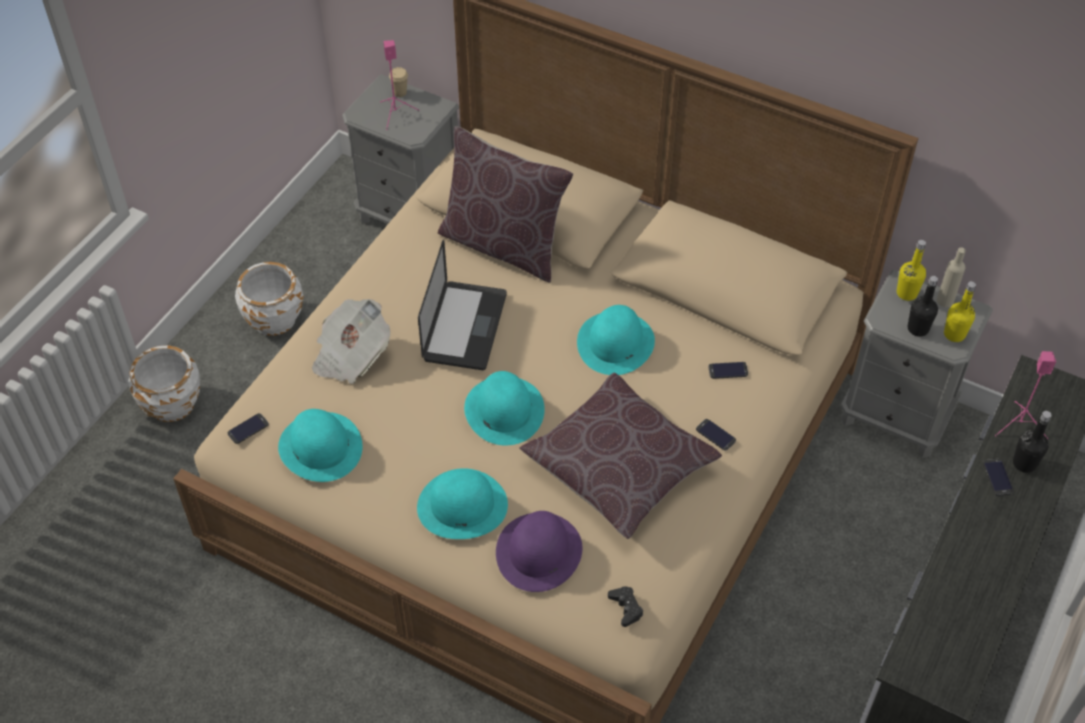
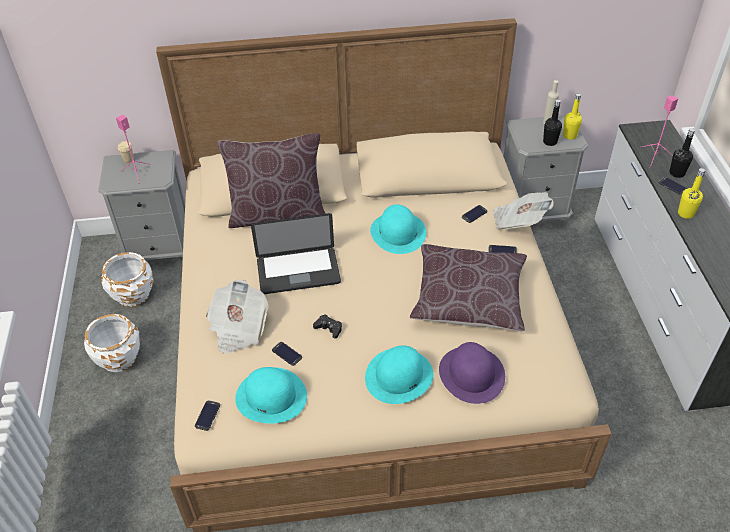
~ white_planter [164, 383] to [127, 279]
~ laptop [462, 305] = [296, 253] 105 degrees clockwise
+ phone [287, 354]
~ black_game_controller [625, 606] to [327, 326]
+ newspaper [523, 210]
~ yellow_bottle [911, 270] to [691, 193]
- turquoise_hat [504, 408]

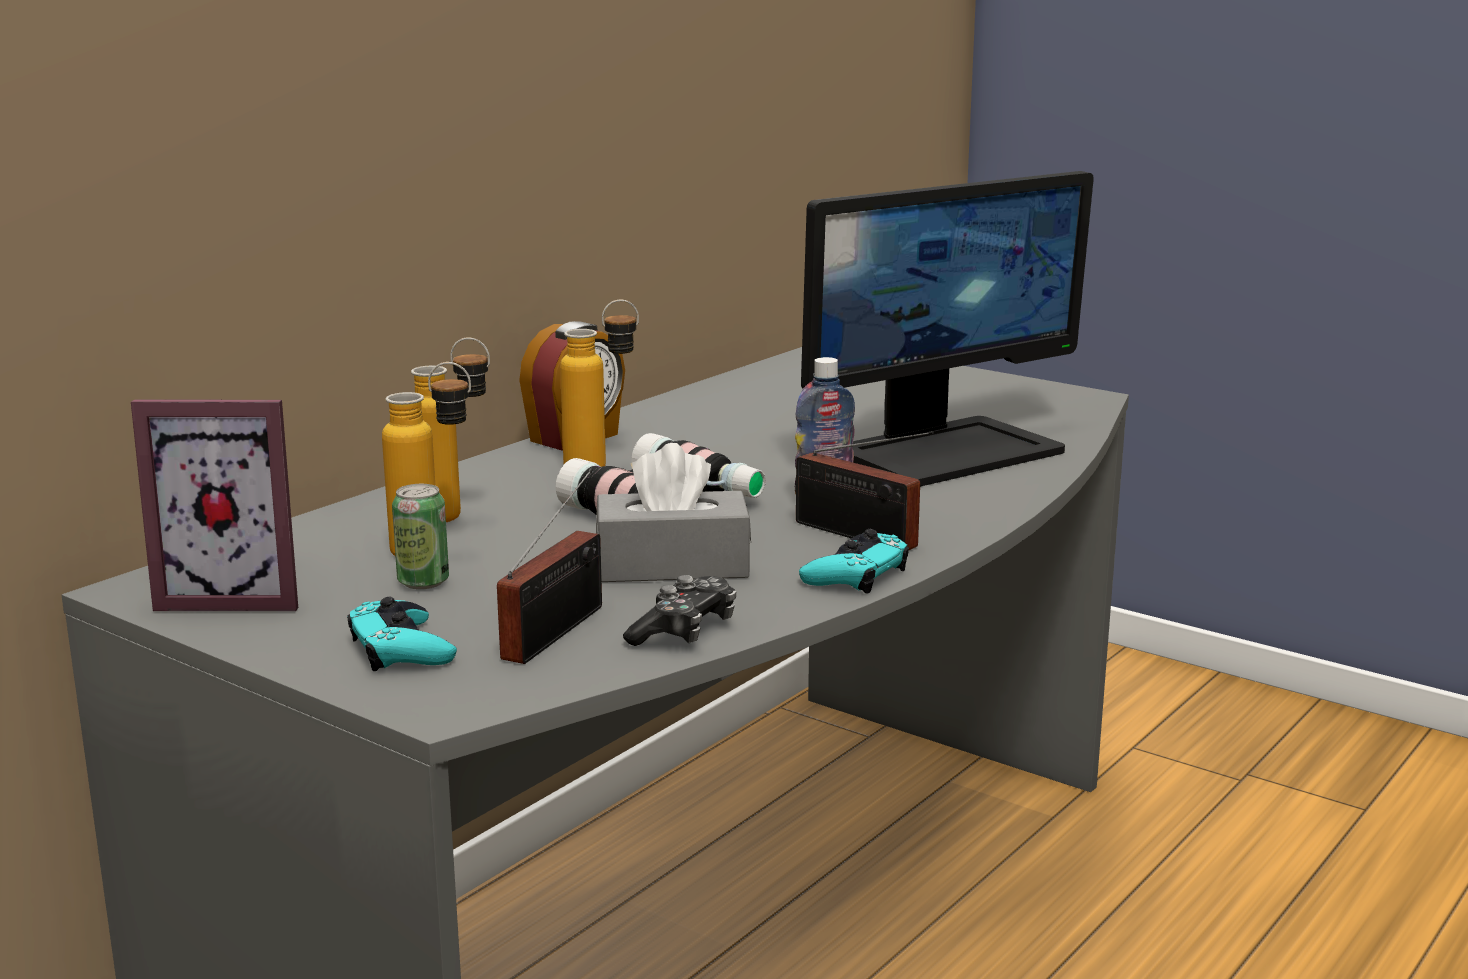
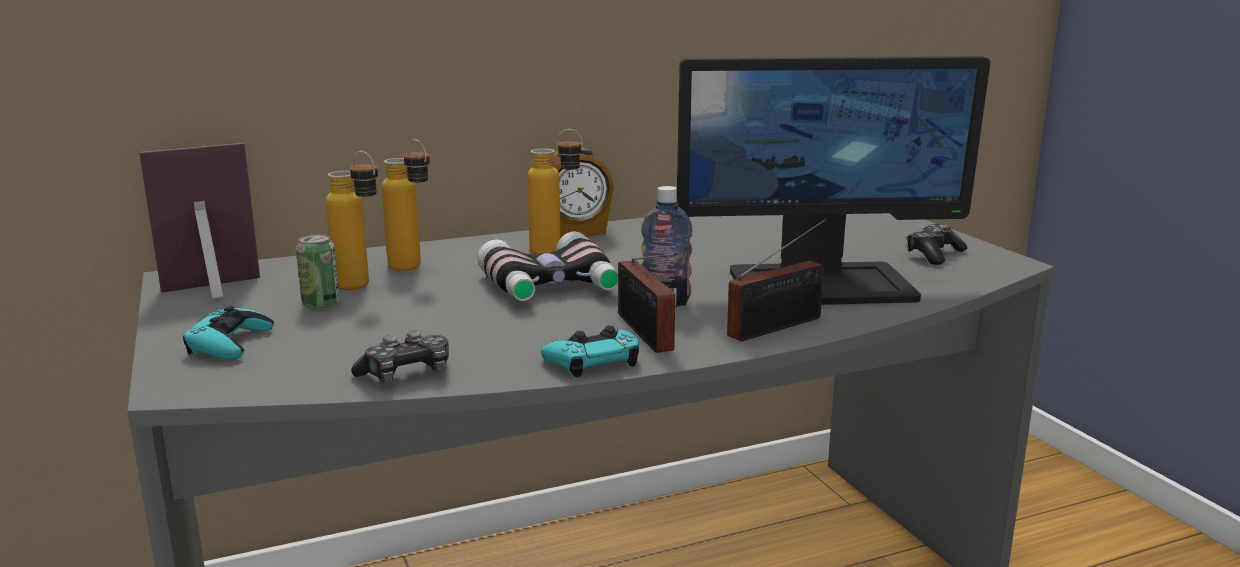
~ picture_frame [214, 505] = [199, 221] 120 degrees clockwise
~ radio [549, 566] to [777, 279]
+ game_controller [937, 244]
- grey_tissue_box [673, 512]

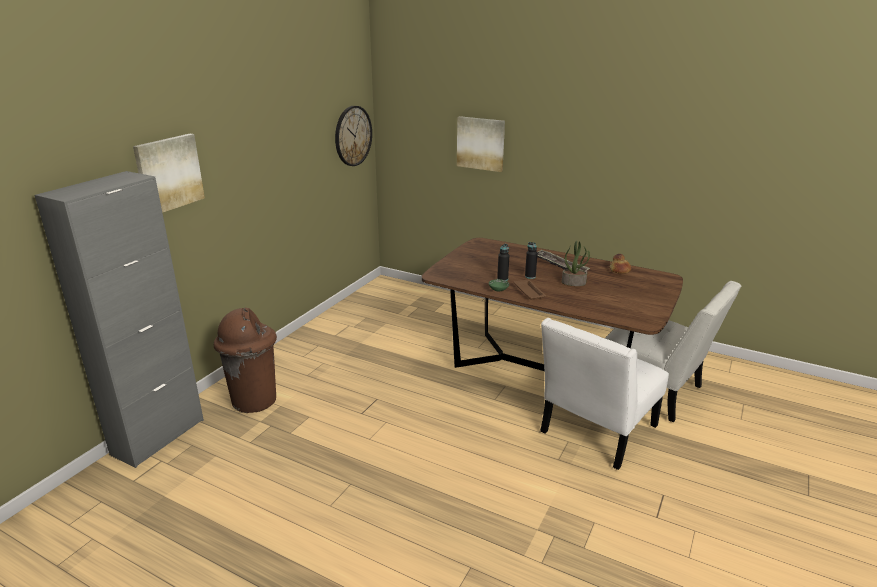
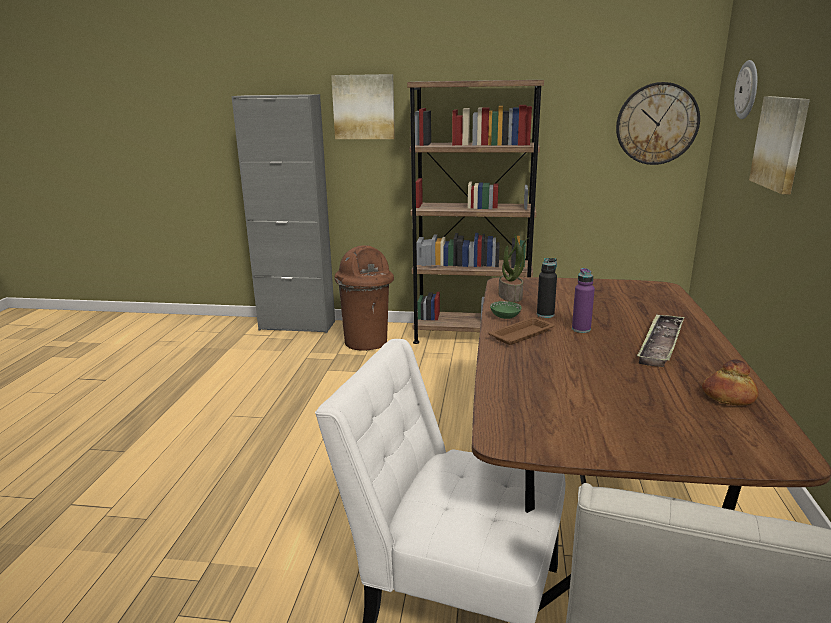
+ brown_bookcase [475, 212]
~ potted_plant [576, 263] to [514, 267]
~ black_bottle [531, 260] to purple_bottle [583, 300]
+ wall_clock [745, 89]

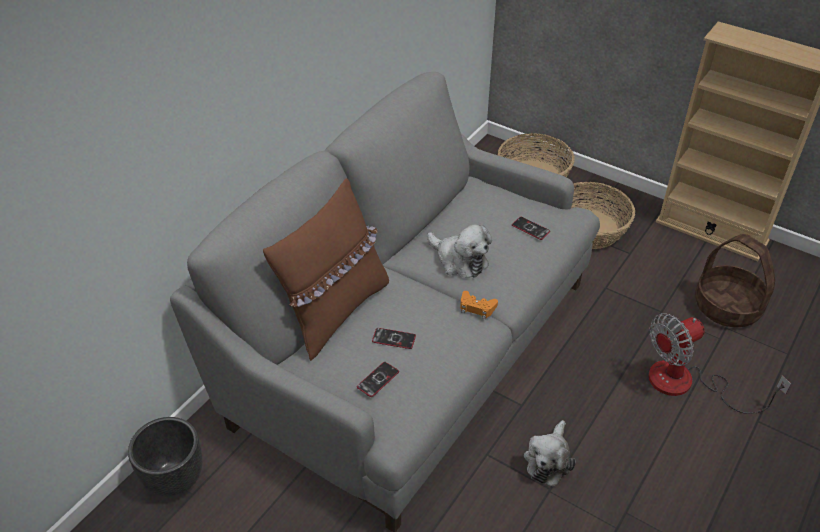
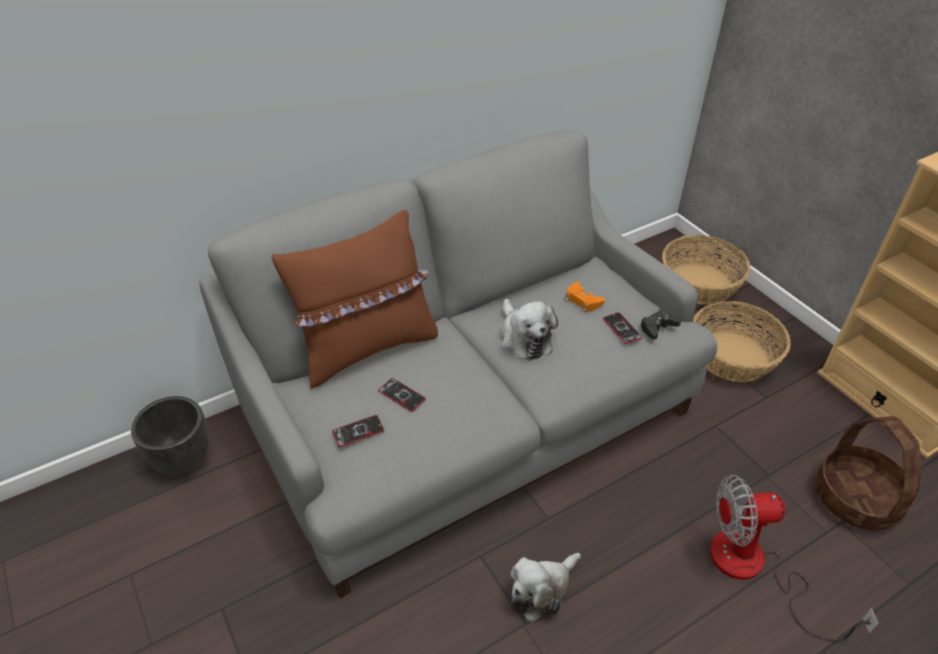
~ orange_game_controller [479, 305] to [585, 297]
+ black_game_controller [660, 324]

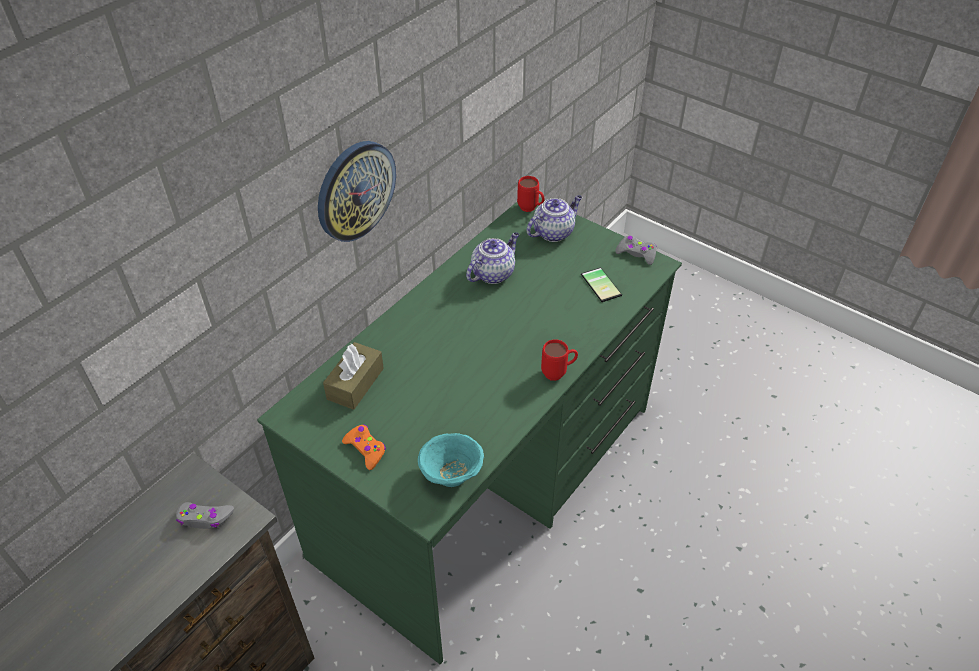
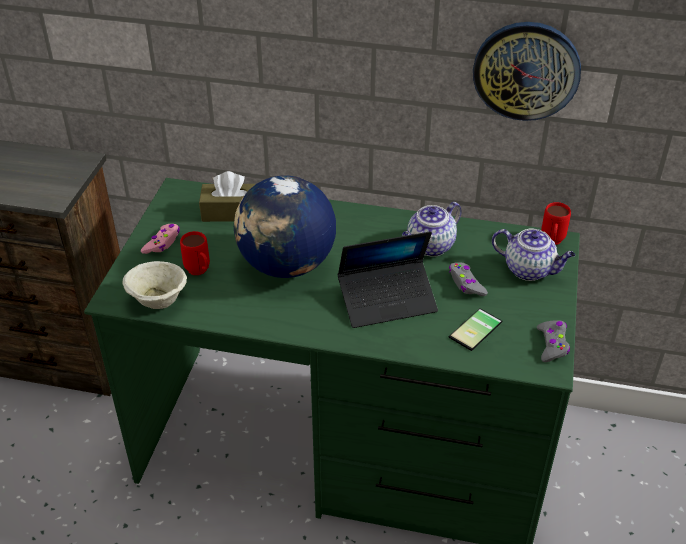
~ turquoise_bowl [451, 460] to beige_bowl [154, 285]
~ orange_game_controller [364, 447] to pink_game_controller [160, 239]
~ red_mug [559, 360] to [195, 253]
+ globe [285, 226]
+ laptop [388, 279]
~ teapot [492, 258] = [432, 229] 120 degrees clockwise
~ grey_game_controller [205, 515] to [468, 279]
~ wall_clock [357, 191] to [527, 71]

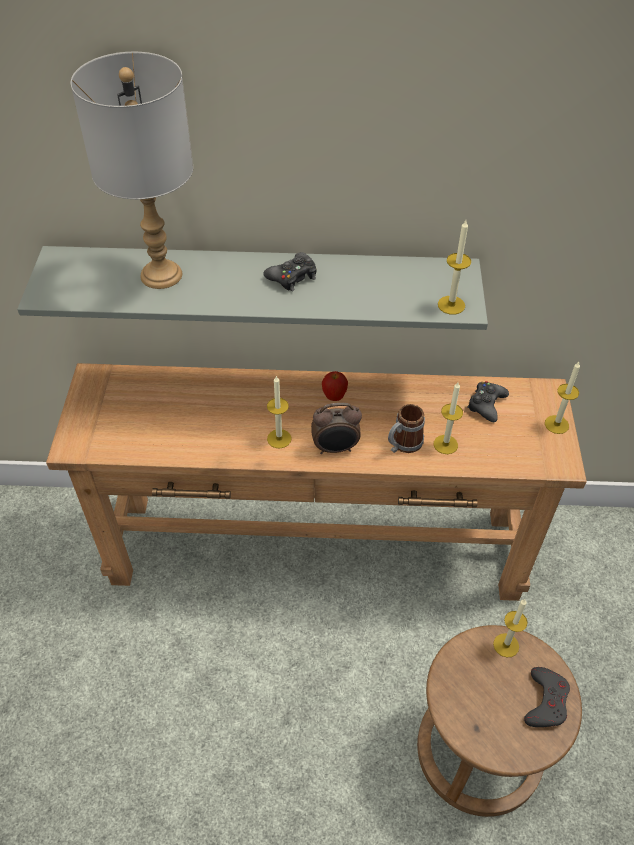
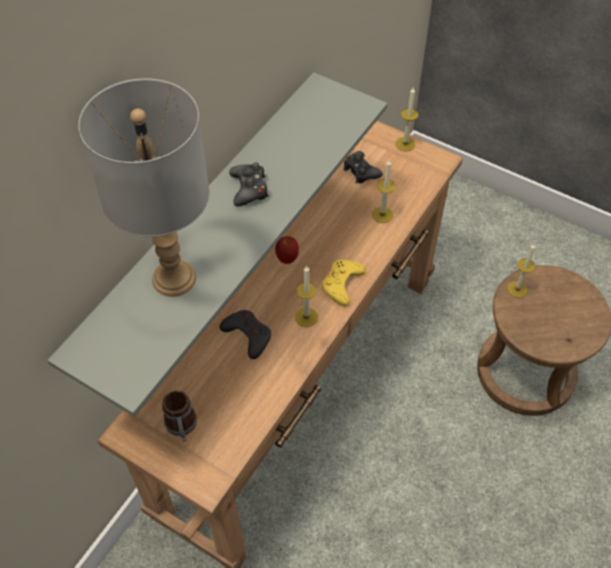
~ mug [406, 428] to [179, 416]
~ grey_game_controller [547, 697] to [245, 334]
~ alarm_clock [336, 428] to yellow_game_controller [344, 282]
- candle [454, 267]

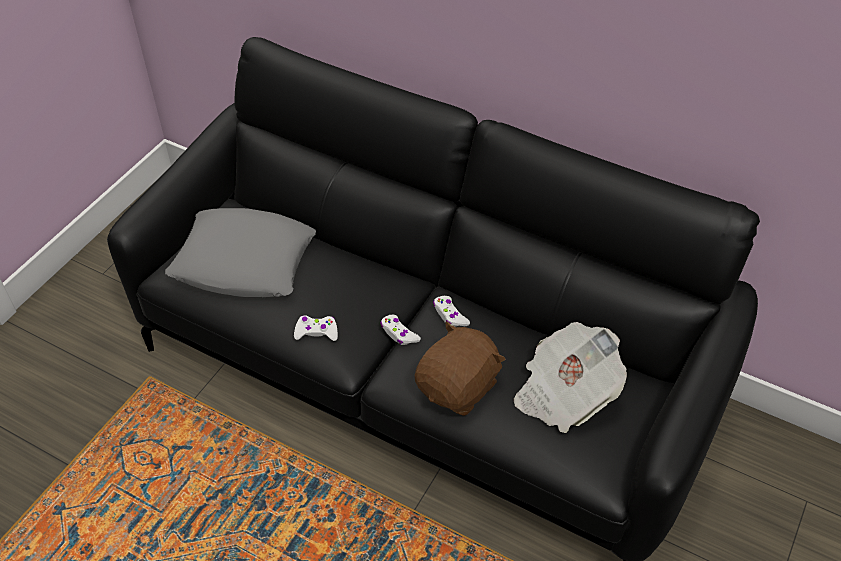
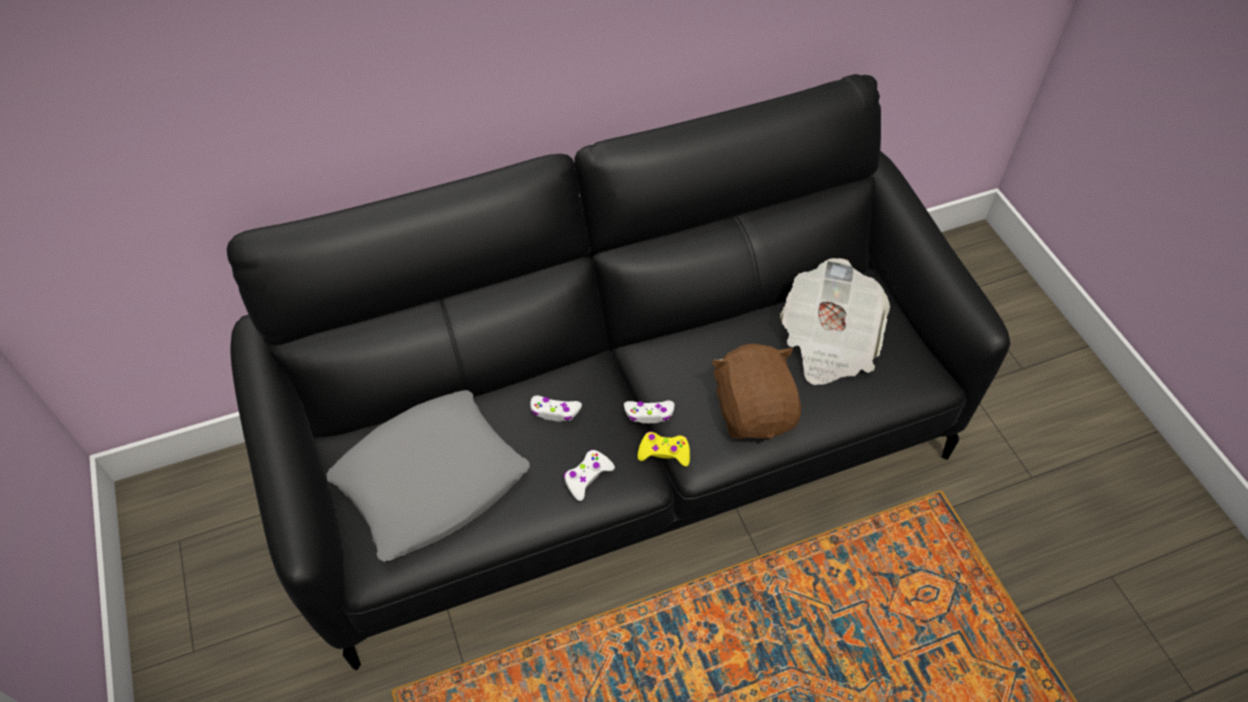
~ white_game_controller [451, 311] to [556, 409]
+ yellow_game_controller [663, 449]

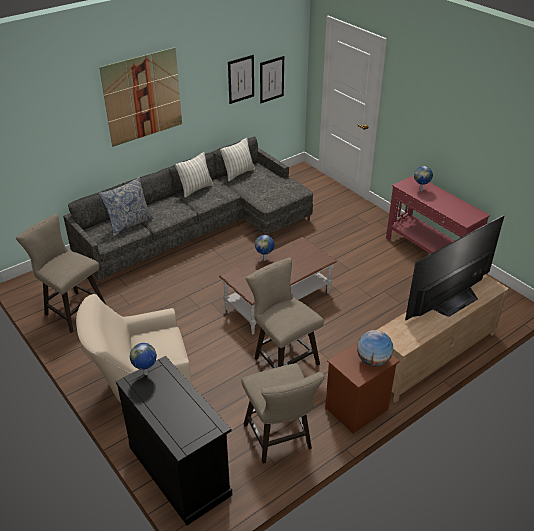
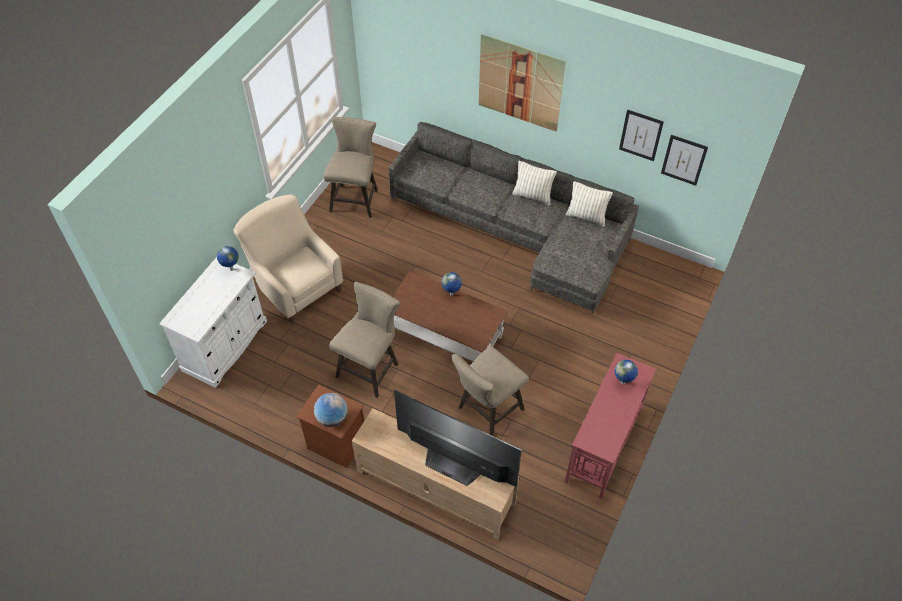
~ black_cabinet [174, 441] to white_cabinet [213, 322]
~ beige_stool [283, 413] to [490, 391]
- pillow [126, 206]

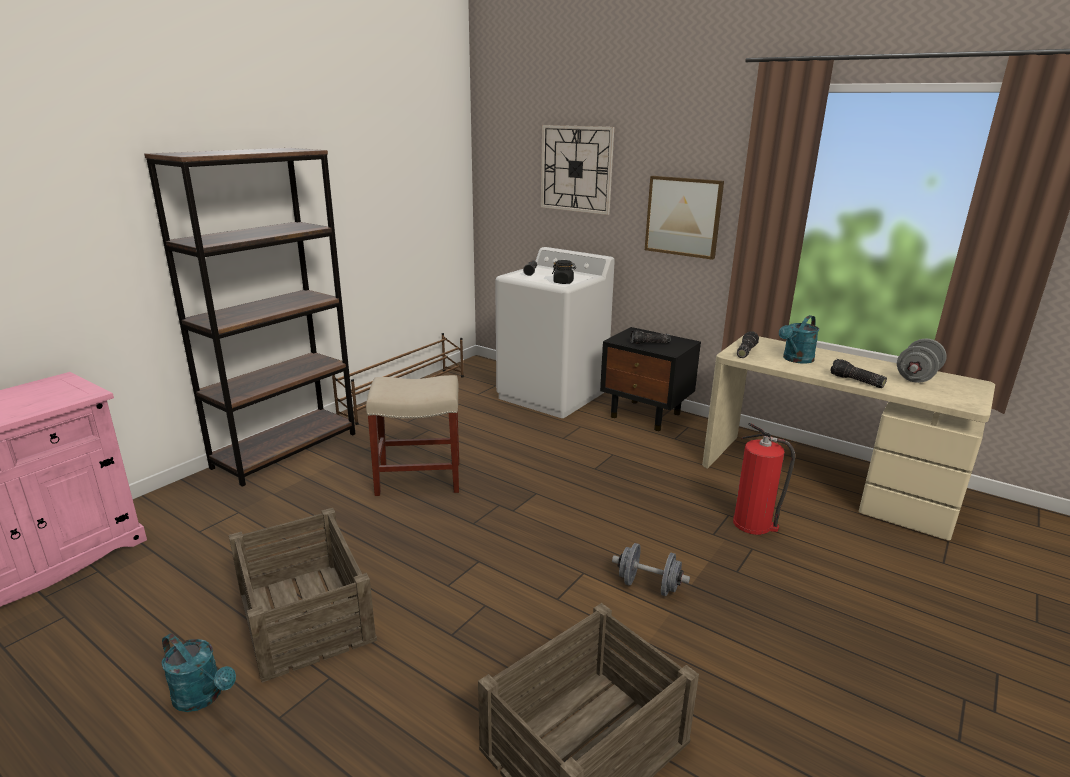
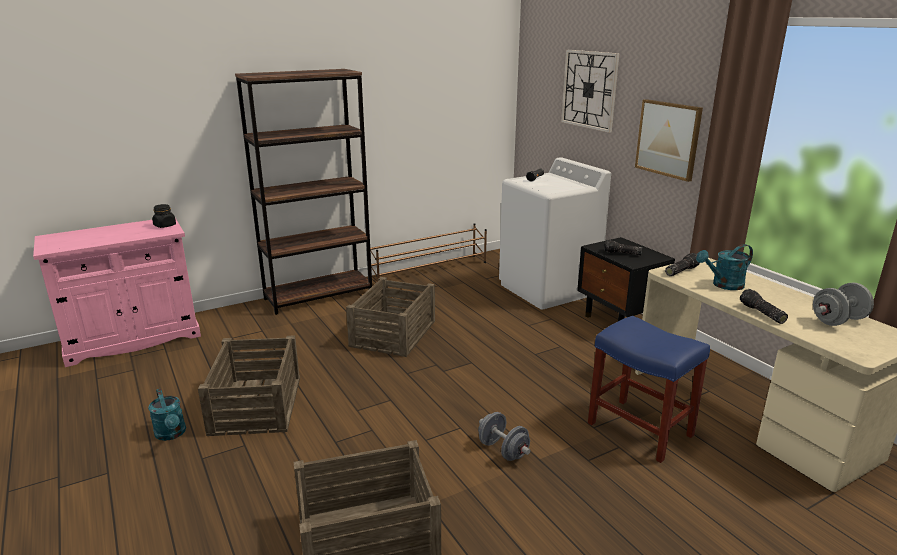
~ black_jar [564, 272] to [164, 216]
~ beige_stool [412, 435] to crate [390, 317]
~ fire_extinguisher [764, 479] to blue_stool [649, 389]

